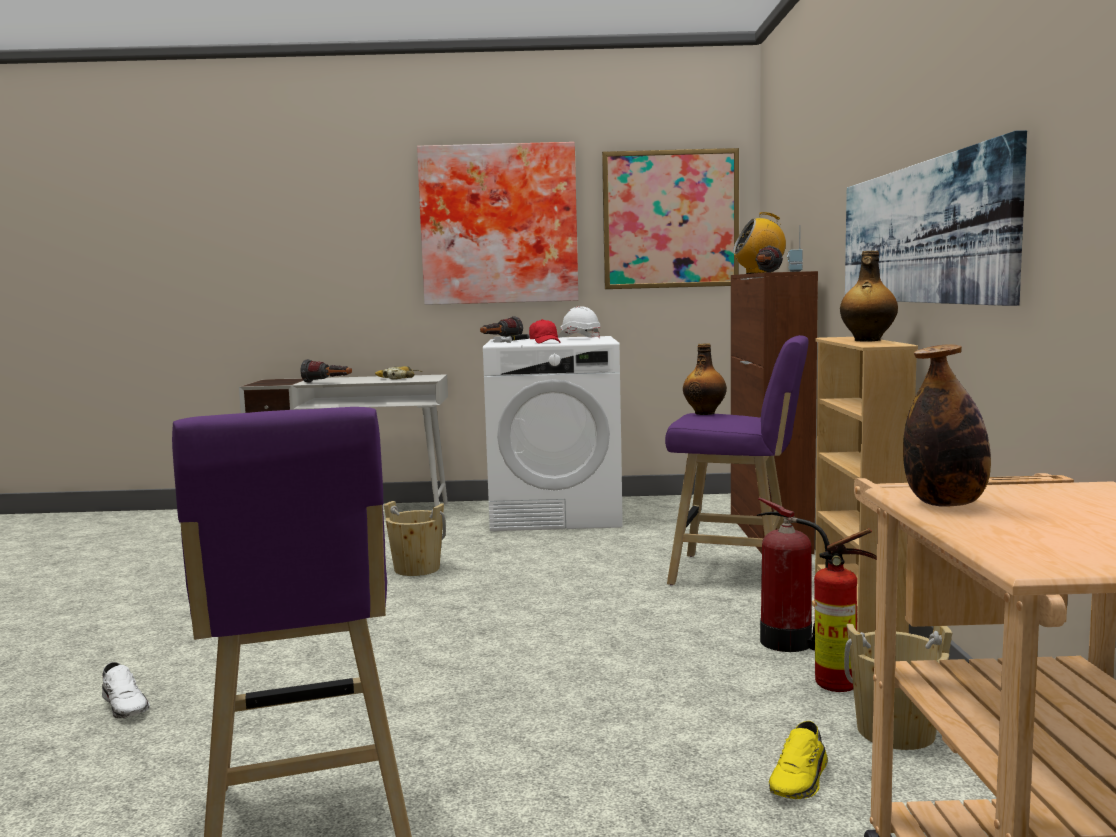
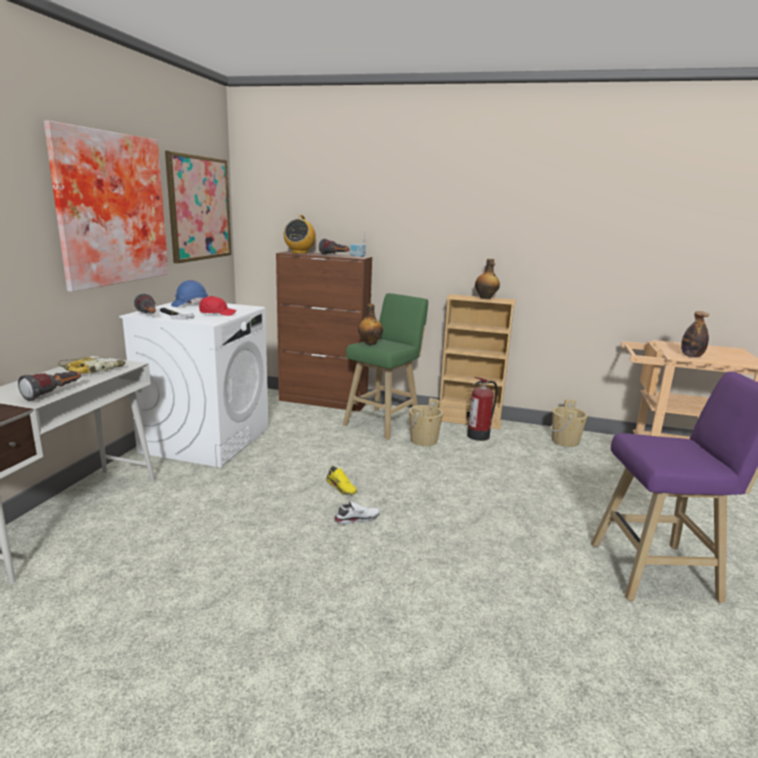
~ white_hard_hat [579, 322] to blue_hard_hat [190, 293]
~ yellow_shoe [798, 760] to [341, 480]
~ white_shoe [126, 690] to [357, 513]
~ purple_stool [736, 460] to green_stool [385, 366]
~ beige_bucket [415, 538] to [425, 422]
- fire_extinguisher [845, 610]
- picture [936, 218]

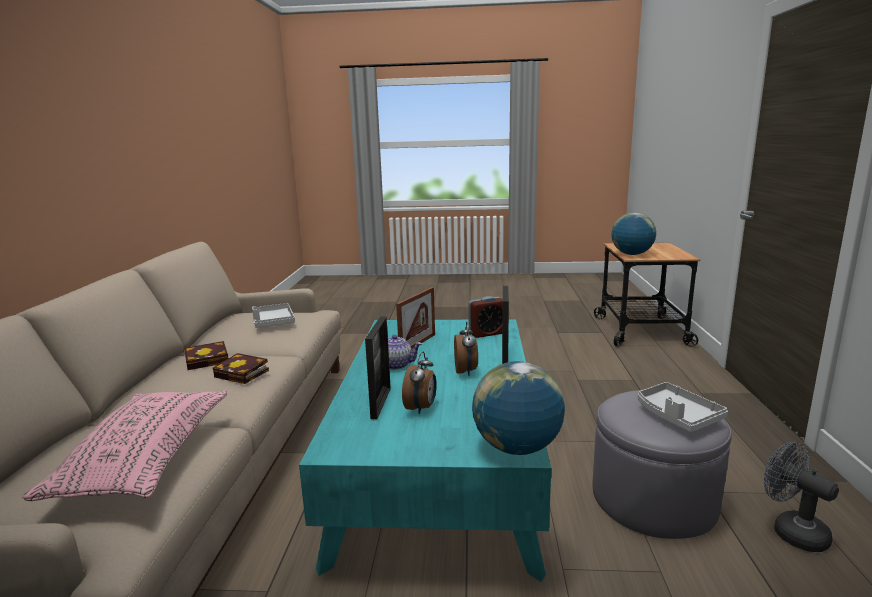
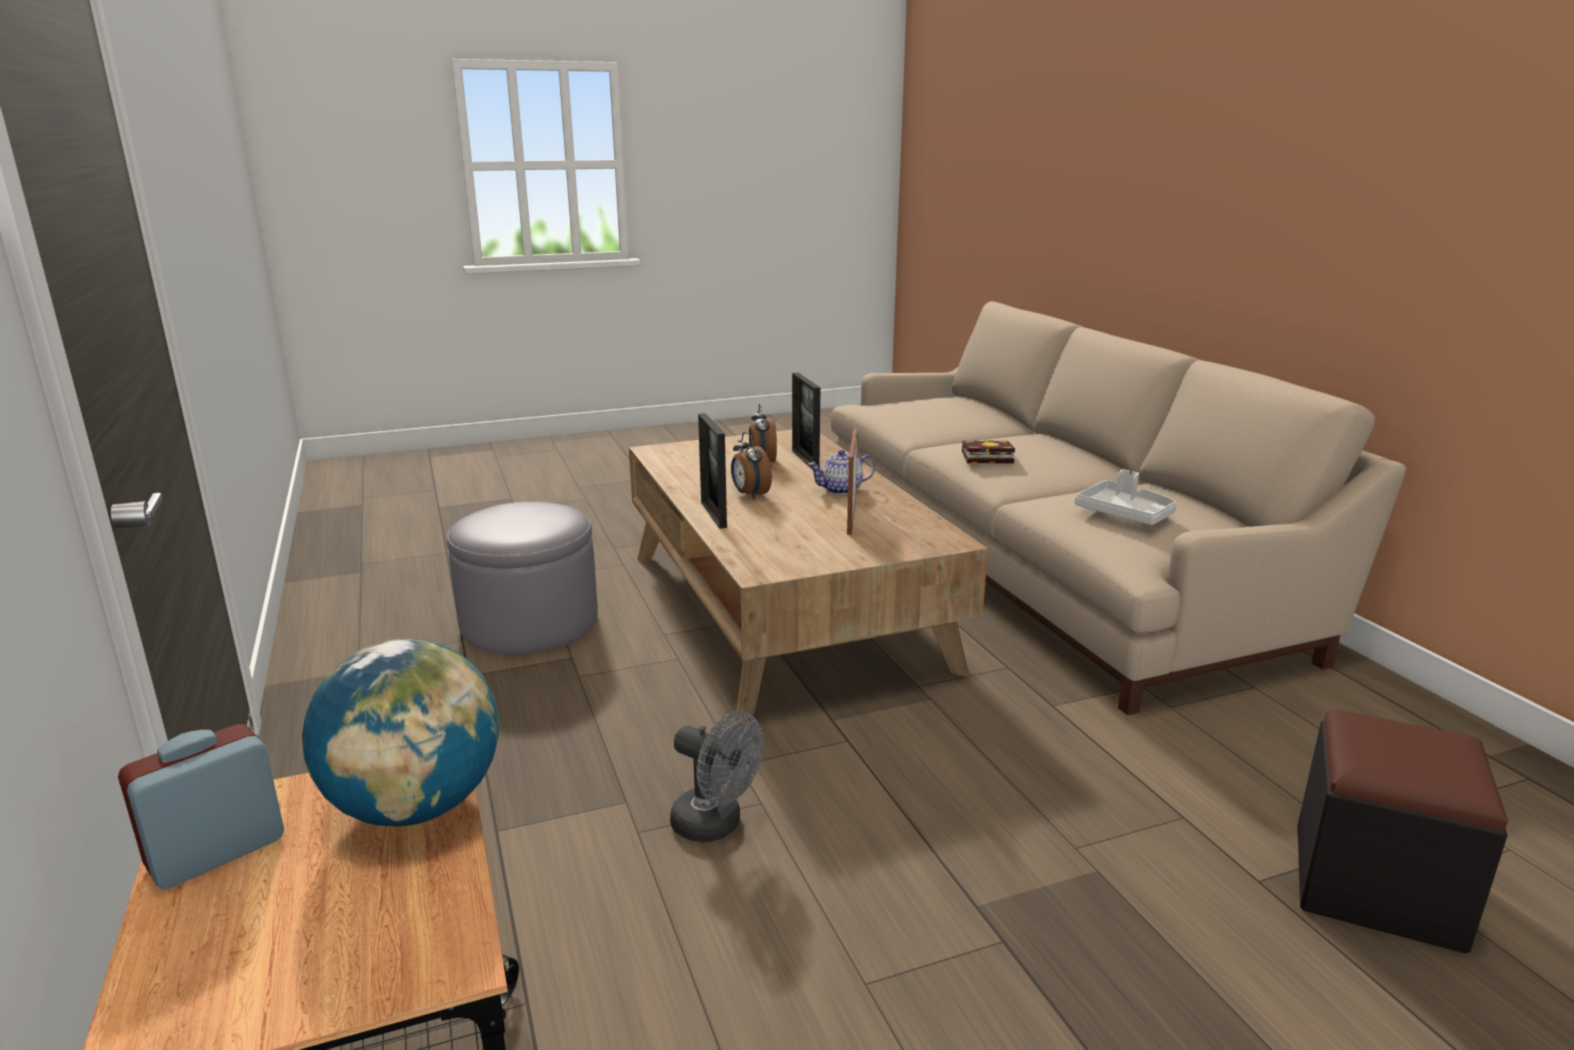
~ alarm_clock [485, 317] to [201, 806]
~ turquoise_coffee_table [425, 450] to brown_coffee_table [808, 576]
~ grey_fan [801, 497] to [716, 777]
+ black_ottoman [1403, 832]
- pink_pillow [124, 445]
- book [206, 355]
- globe [518, 408]
- grey_tray [683, 407]

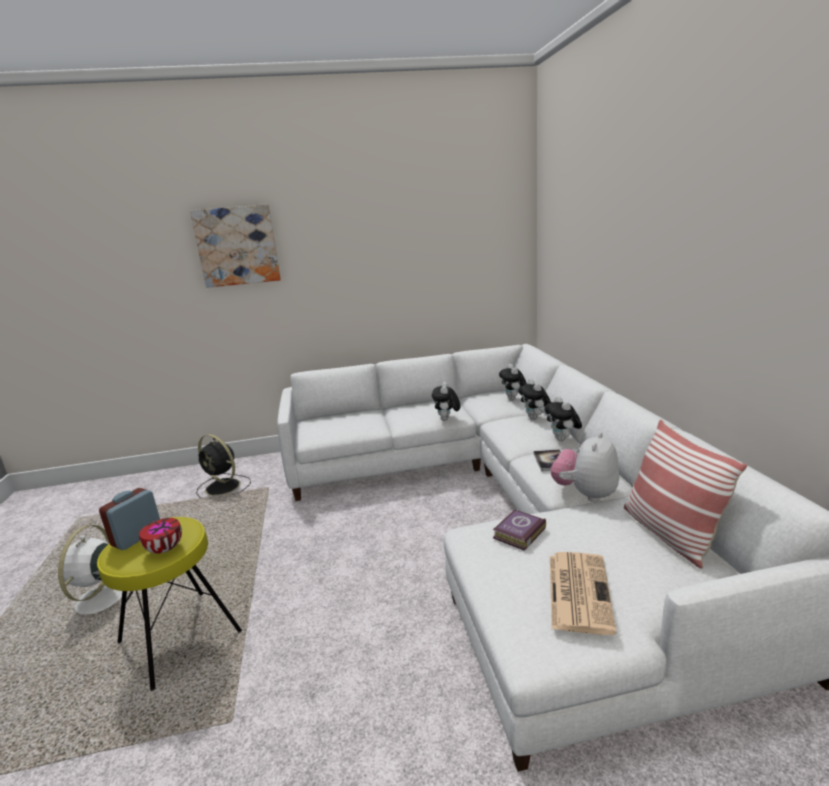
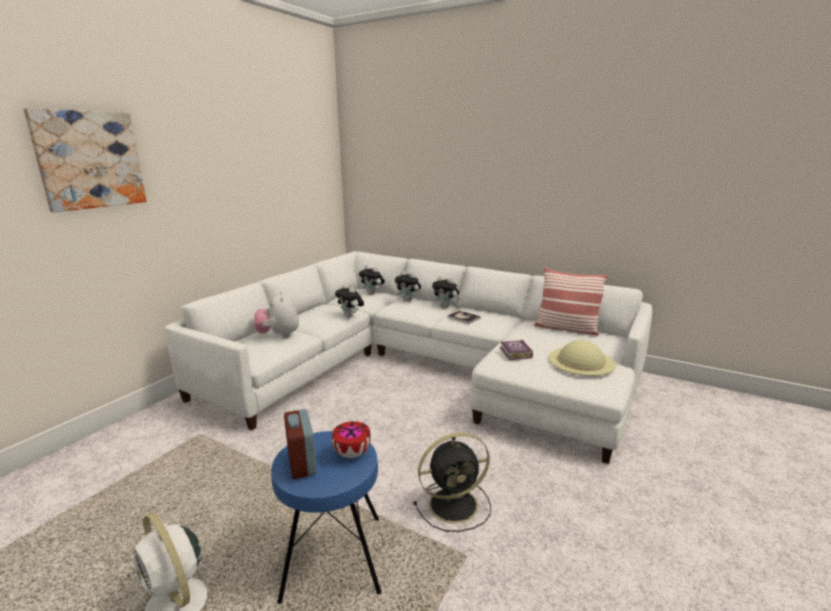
~ plush_toy [585, 467] to [276, 314]
~ yellow_stool [169, 604] to blue_stool [326, 517]
~ black_fan [223, 466] to [452, 482]
~ newspaper [583, 593] to beige_hat [582, 358]

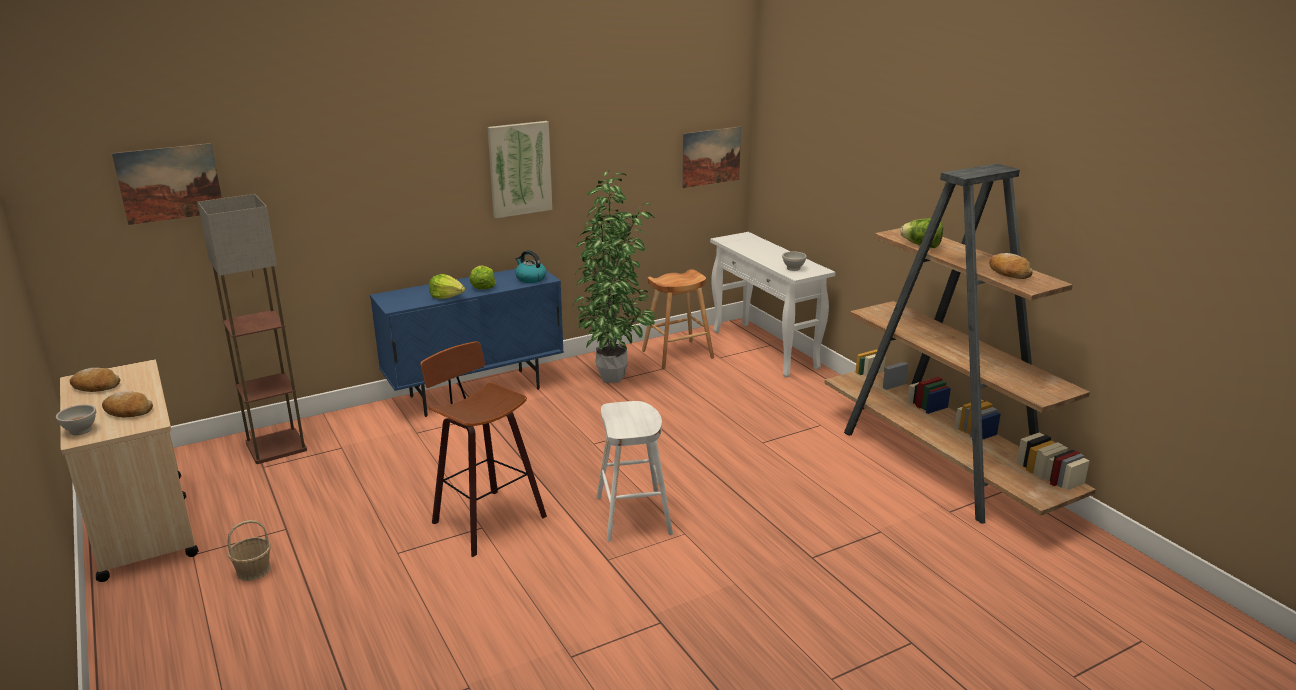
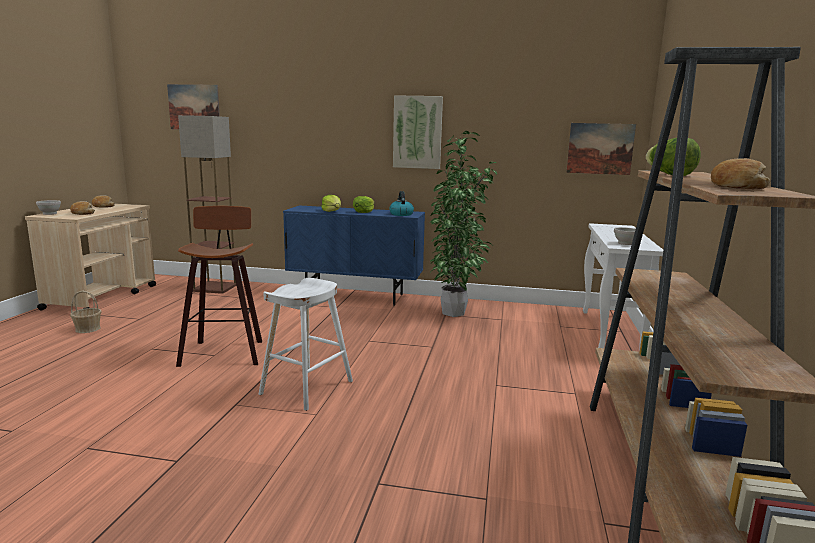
- brown_stool [678, 319]

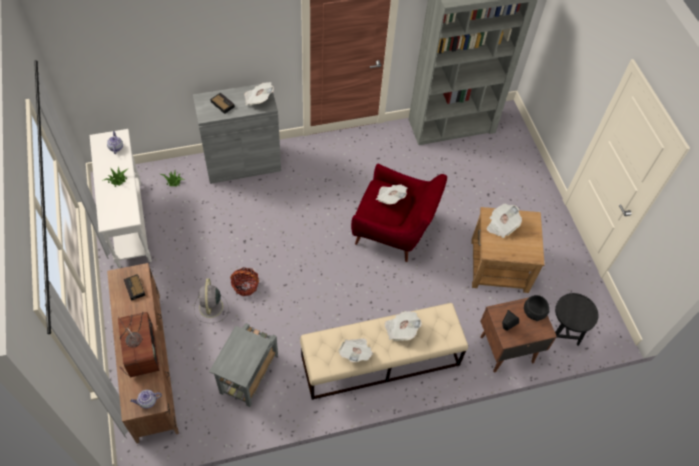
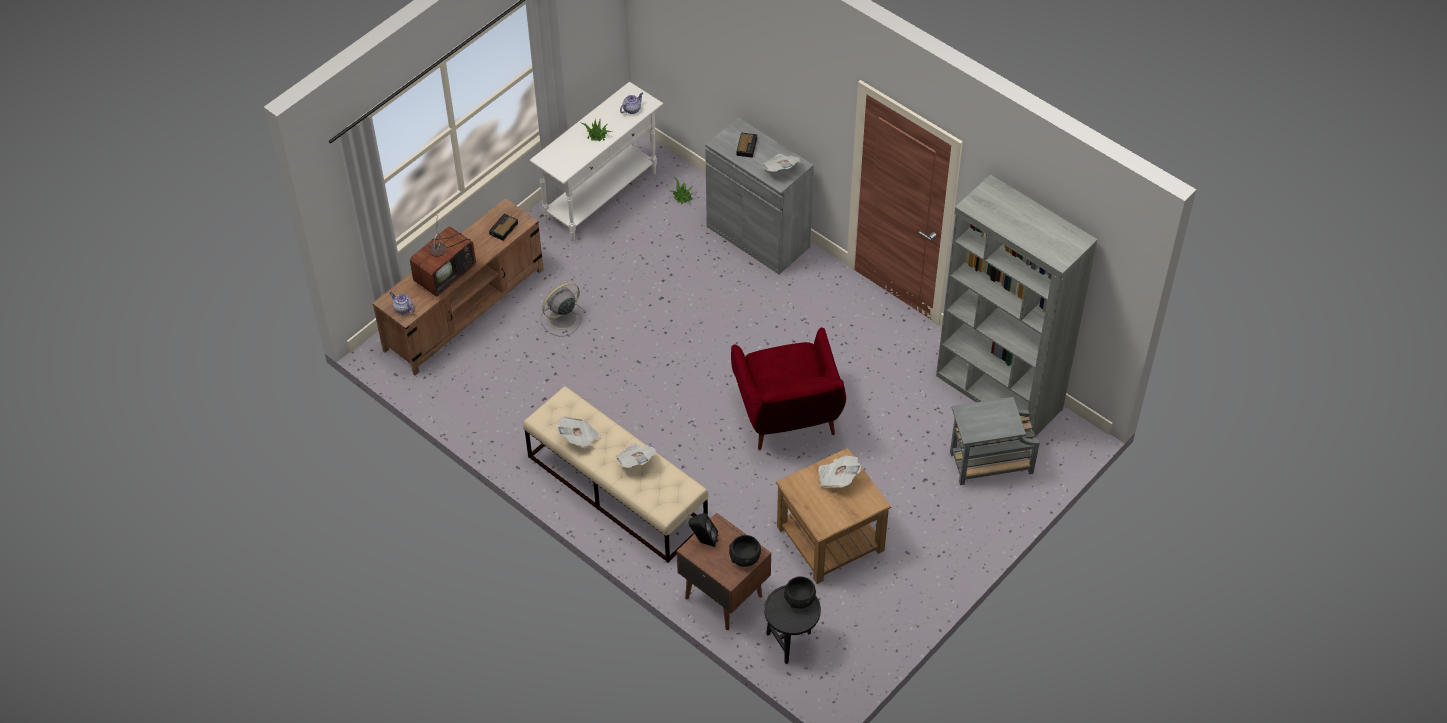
+ black_bowl [800, 592]
~ grey_side_table [243, 365] to [995, 441]
- basket [244, 281]
- newspaper [391, 194]

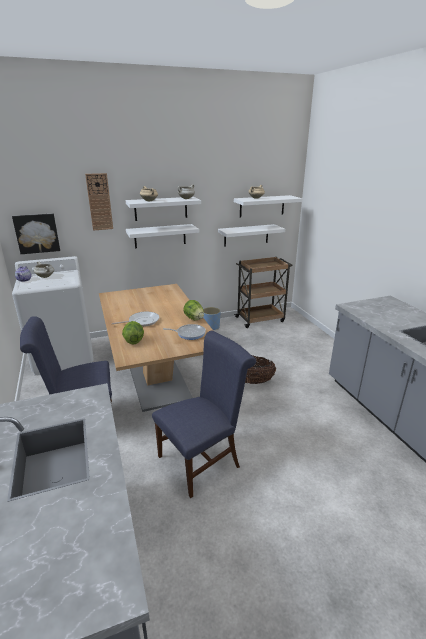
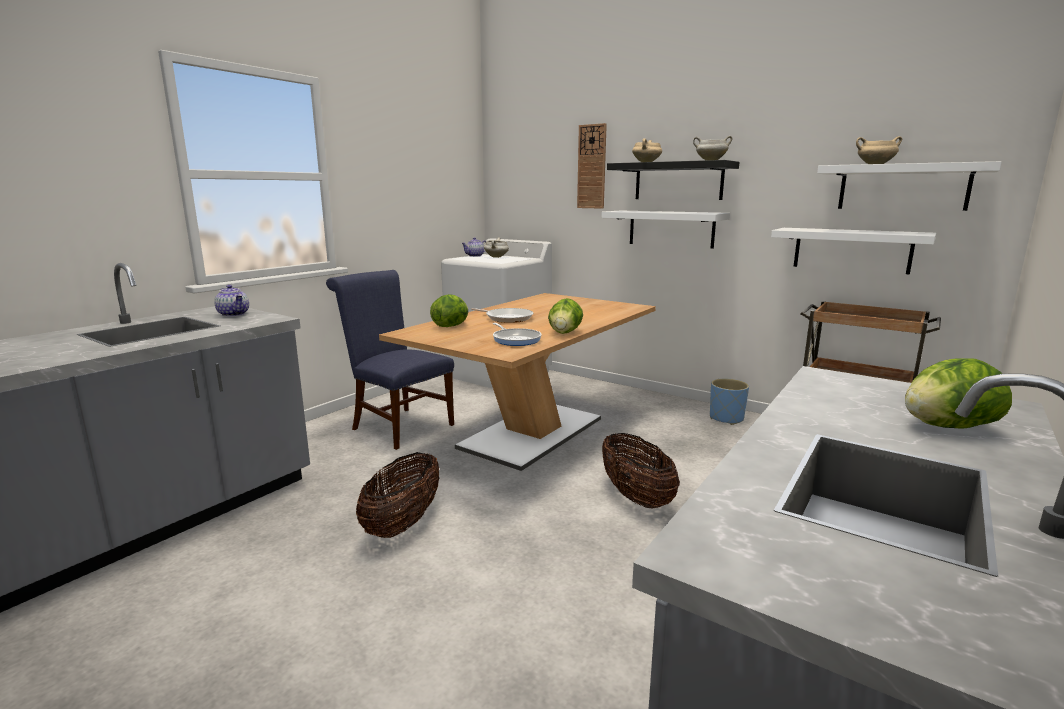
+ teapot [231, 301]
~ blue_chair [204, 414] to basket [397, 495]
~ white_shelf [163, 209] to black_shelf [673, 180]
+ lettuce [958, 393]
- picture [36, 234]

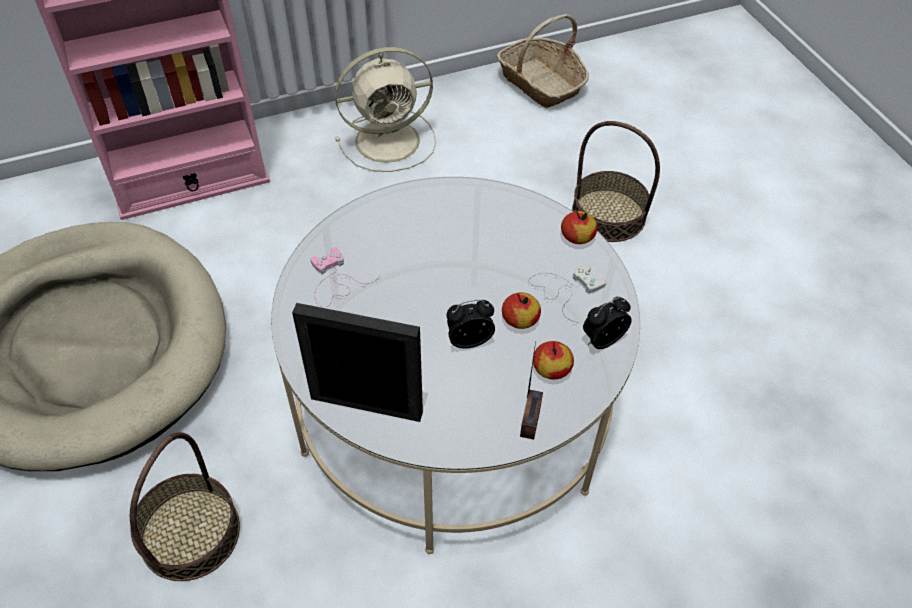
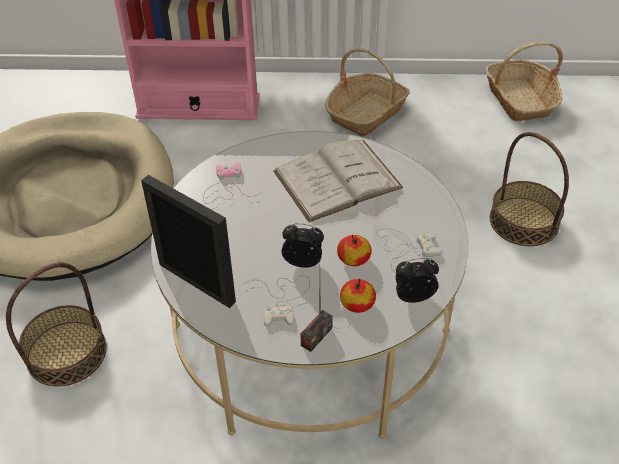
+ white_game_controller [276, 300]
+ white_book [338, 180]
~ beige_fan [385, 109] to basket [367, 92]
- apple [579, 227]

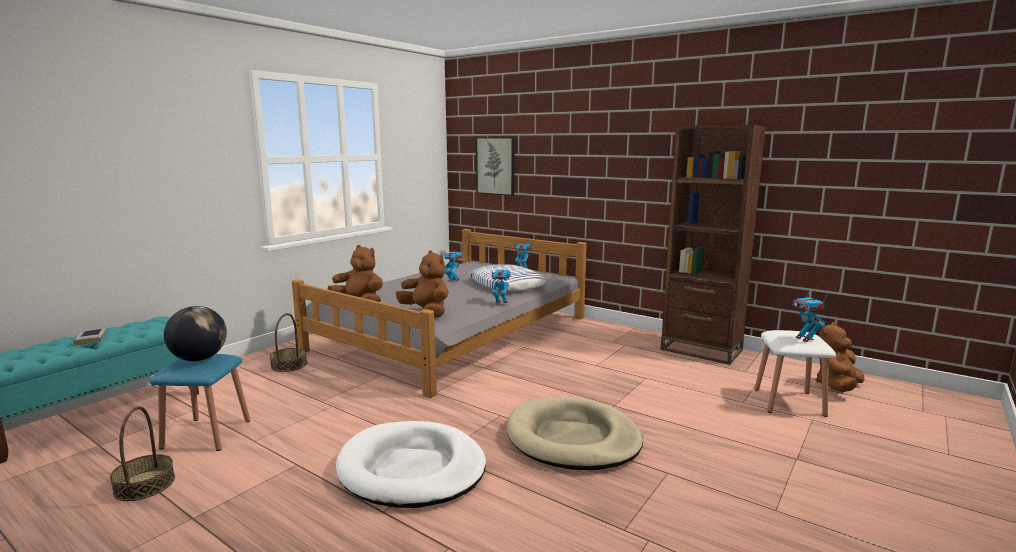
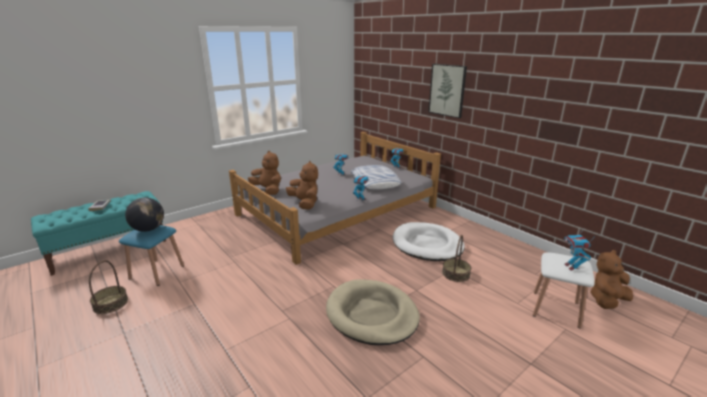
~ white_dog_bed [411, 464] to [429, 241]
~ picture [495, 166] to [448, 91]
~ basket [288, 342] to [456, 258]
- brown_bookcase [713, 245]

